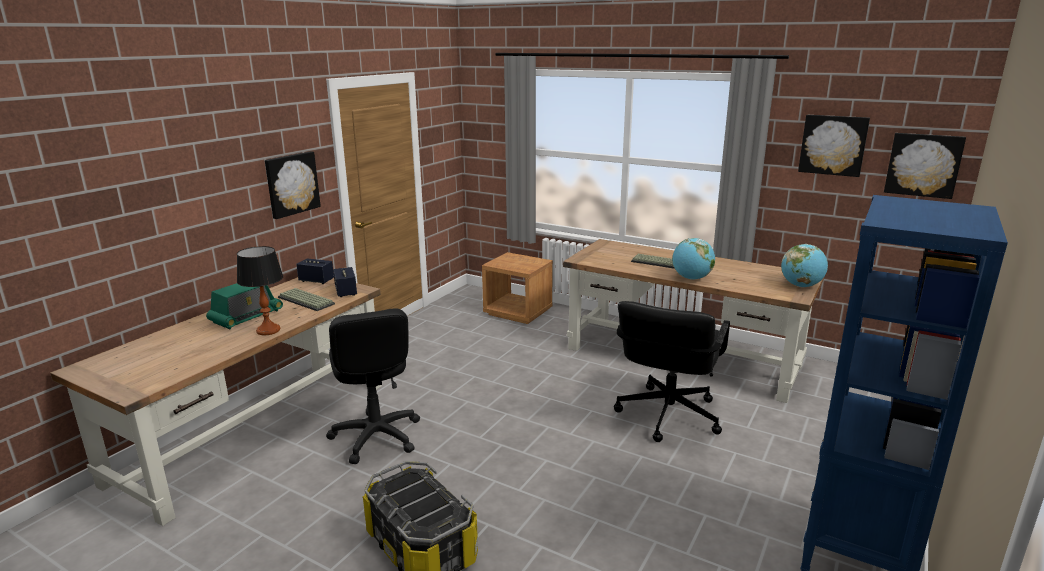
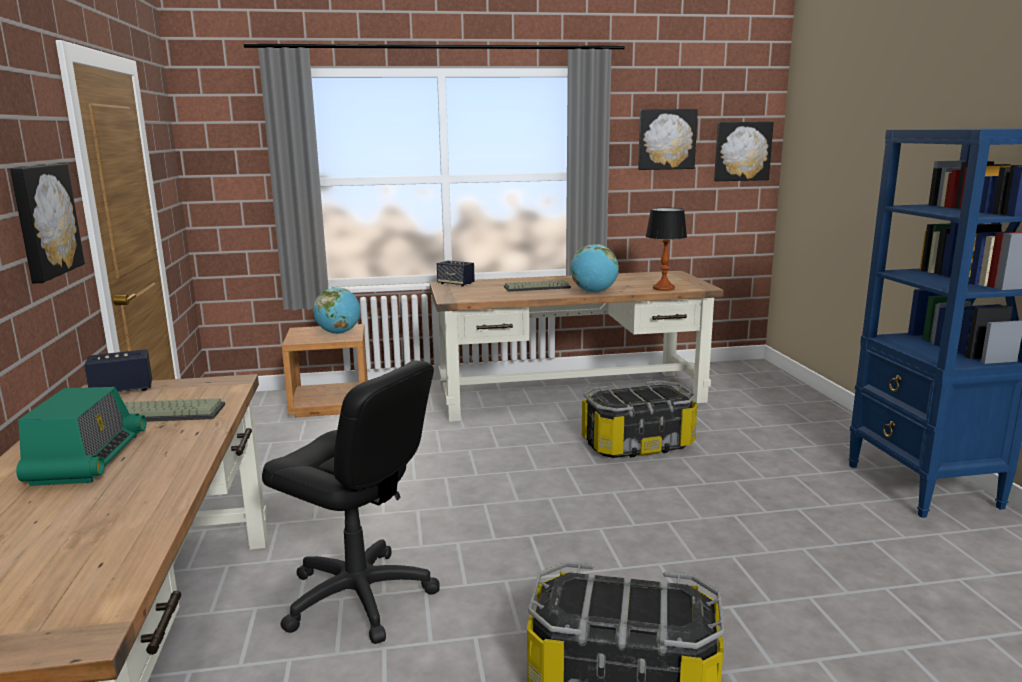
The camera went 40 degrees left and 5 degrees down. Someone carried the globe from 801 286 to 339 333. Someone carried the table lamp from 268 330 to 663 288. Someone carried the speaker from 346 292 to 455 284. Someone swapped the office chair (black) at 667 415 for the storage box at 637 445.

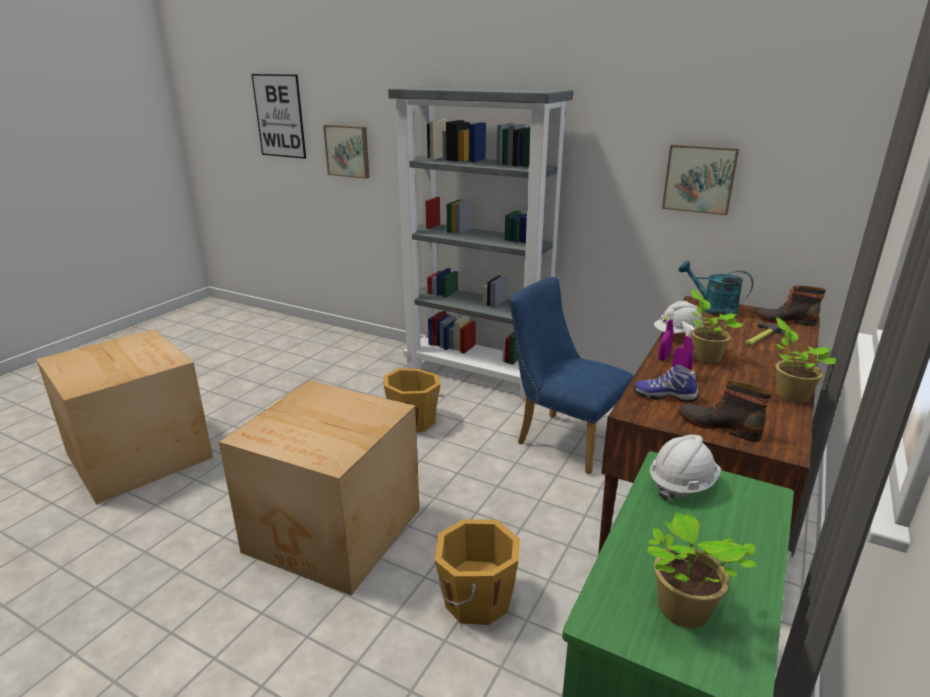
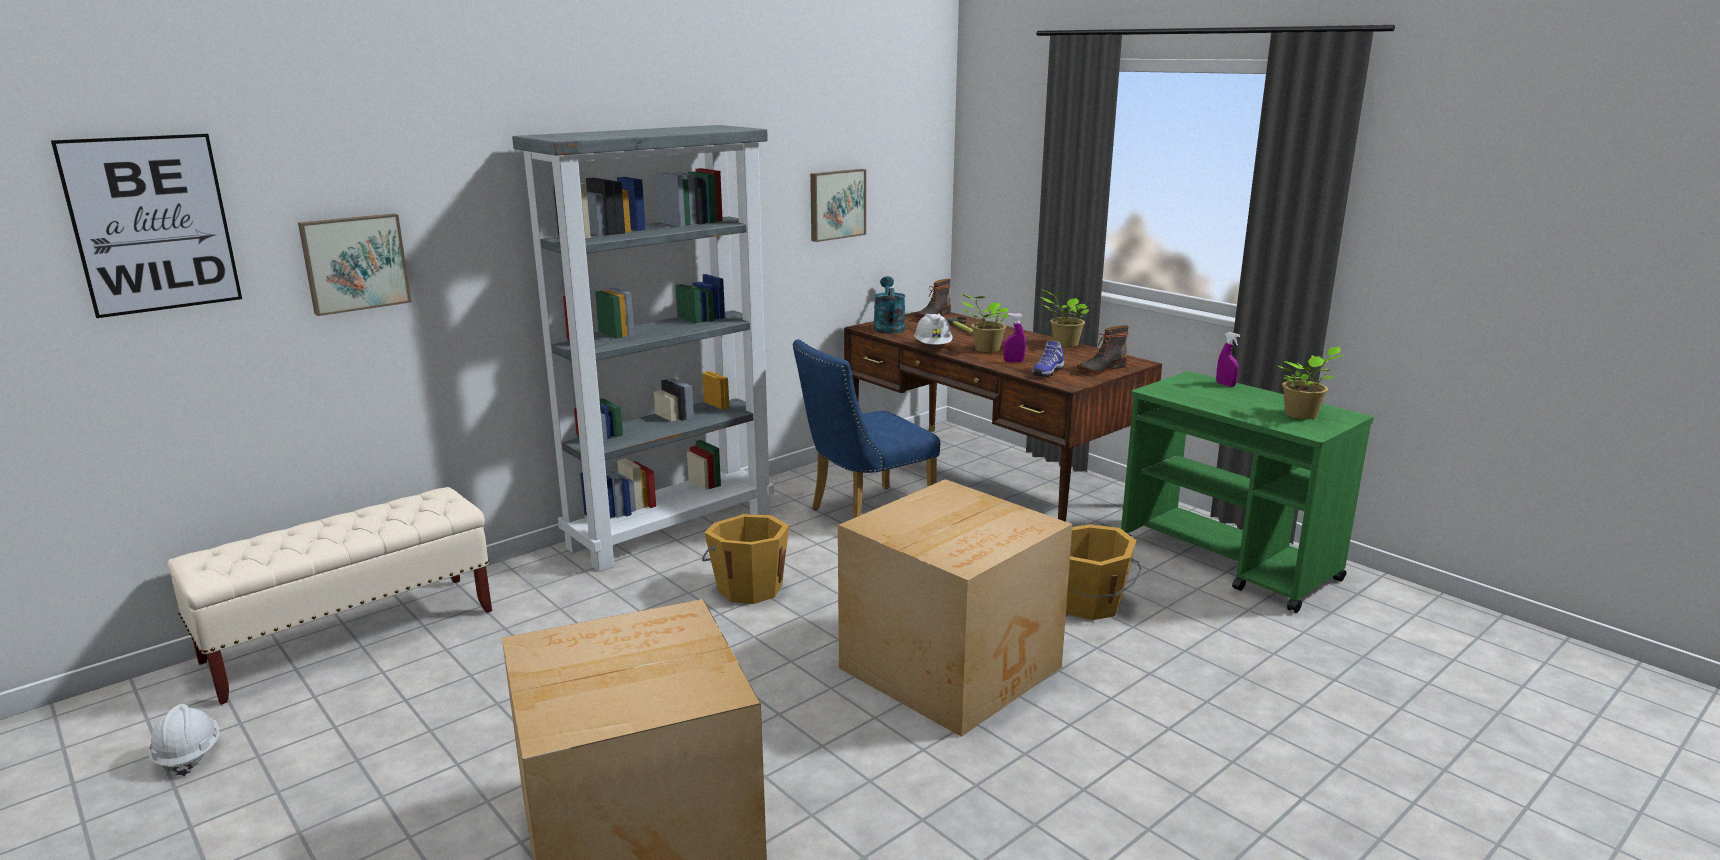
The camera went 70 degrees left and 5 degrees down. Someone rotated the watering can (turquoise) at 712 309 by 120 degrees clockwise. Someone carried the spray bottle (purple) from 664 358 to 1225 384. Someone carried the hard hat (white) from 682 484 to 188 755. Someone put down the bench (beige) at 352 636.

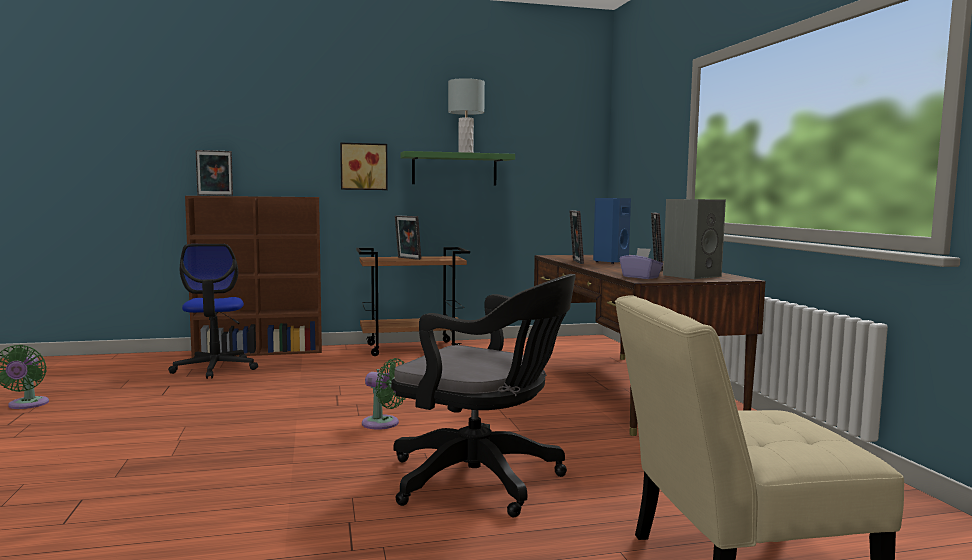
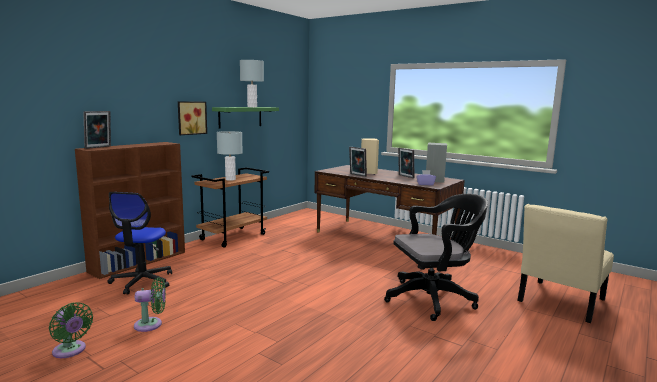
The camera went 40 degrees left and 5 degrees up. Someone repainted the speaker (blue) at 609 262, which became the speaker (beige) at 368 173. Someone swapped the picture frame at 407 258 for the table lamp (grey) at 230 179. Someone rotated the office chair at 215 368 by 60 degrees clockwise. Someone carried the fan (green) from 384 424 to 151 324.

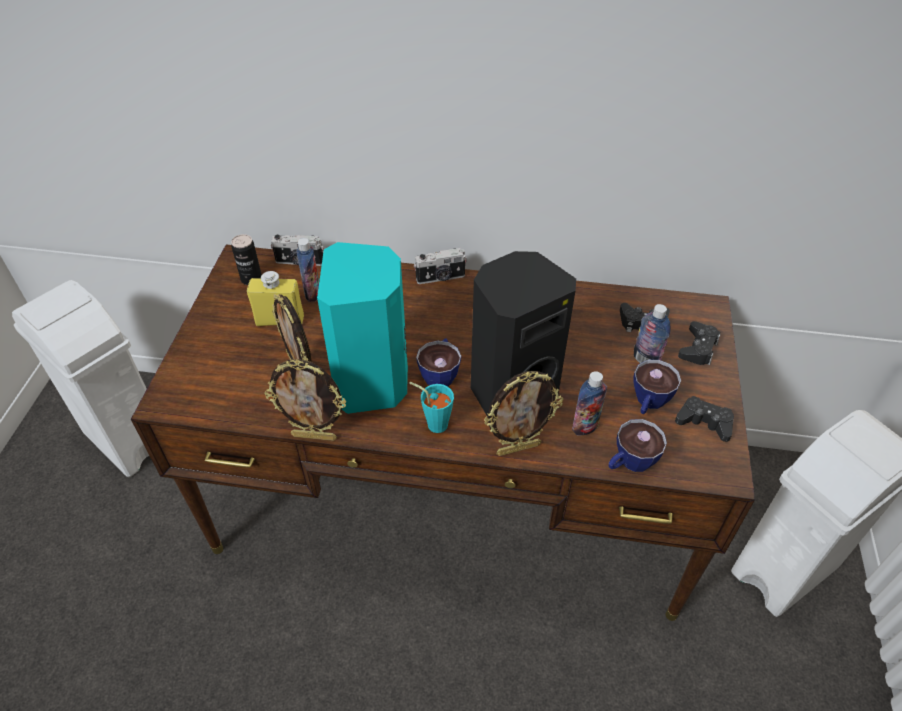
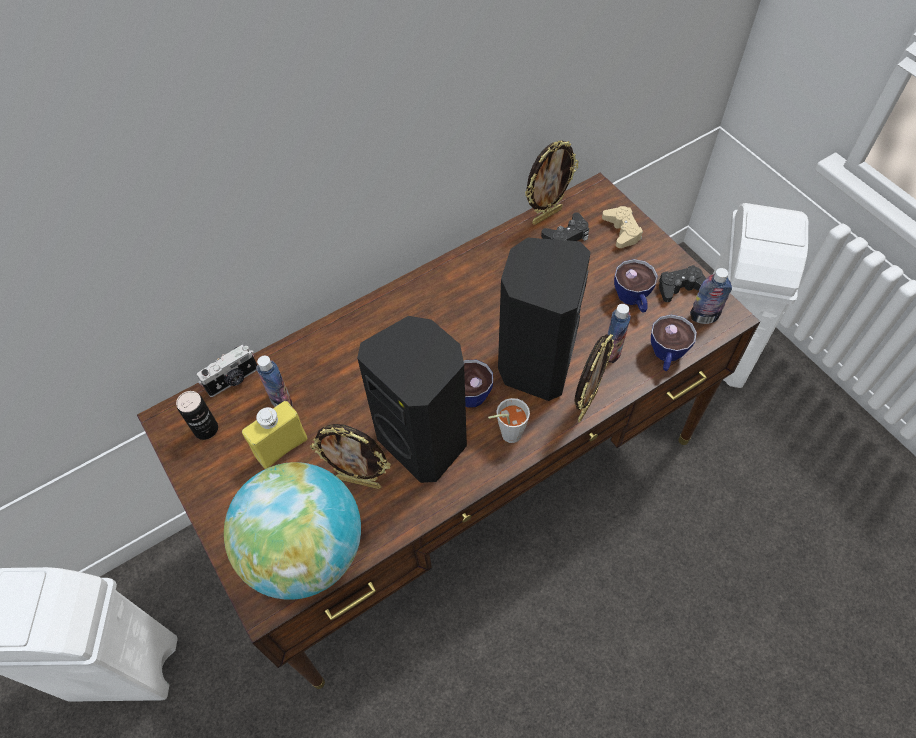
The camera went 40 degrees left and 10 degrees up. Someone repainted the speaker (turquoise) at 373 383, which became the speaker (black) at 425 440. Someone took away the photo camera at 441 278. Someone carried the bottle from 646 359 to 703 317. Someone repainted the game controller (black) at 698 348, which became the game controller (beige) at 622 230. Someone carried the picture frame from 315 436 to 546 215. Someone repainted the cup (turquoise) at 433 423, which became the cup (grey) at 506 435. Someone put down the globe at 306 551.

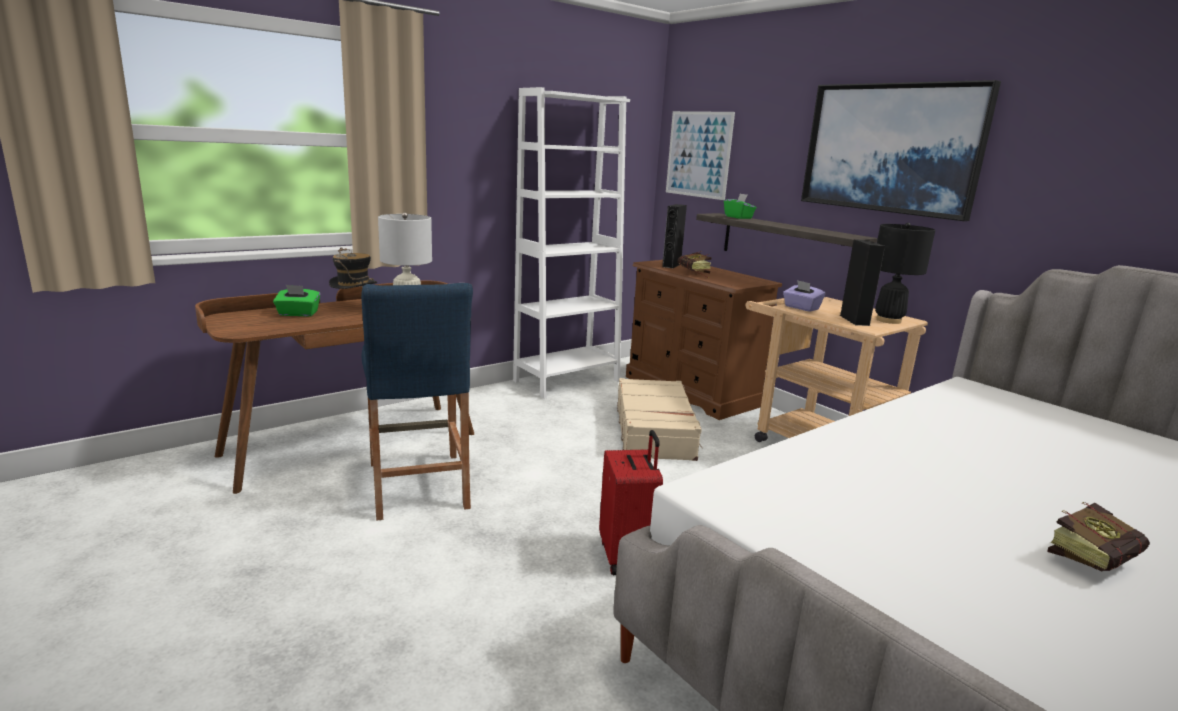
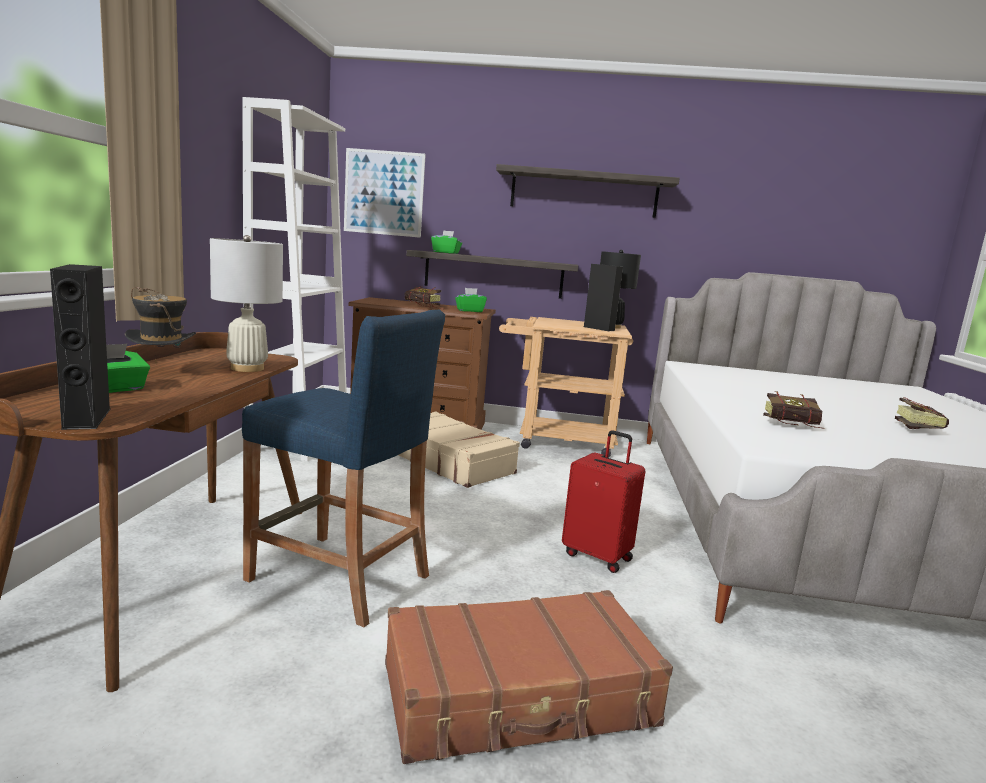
The camera went 45 degrees left and 5 degrees down. Someone swapped the picture at 891 148 for the shelf at 584 193. Someone carried the speaker (black) from 671 265 to 87 418. Someone took away the tissue box (purple) at 801 308. Someone put down the tissue box (green) at 469 311. Someone put down the book at 795 427. Someone put down the suitcase (brown) at 519 696.

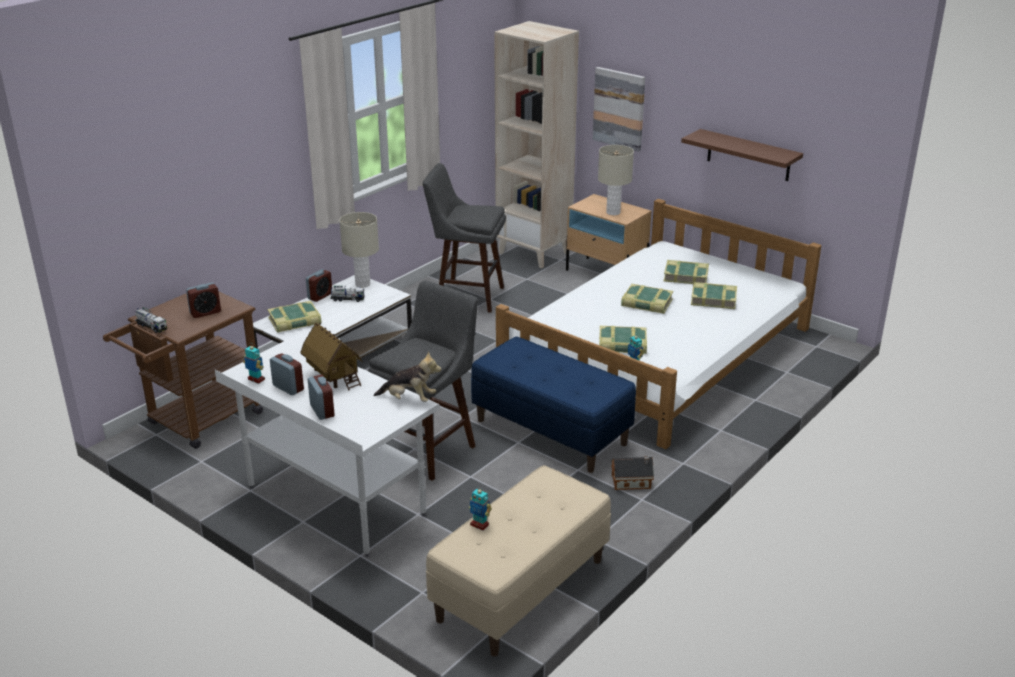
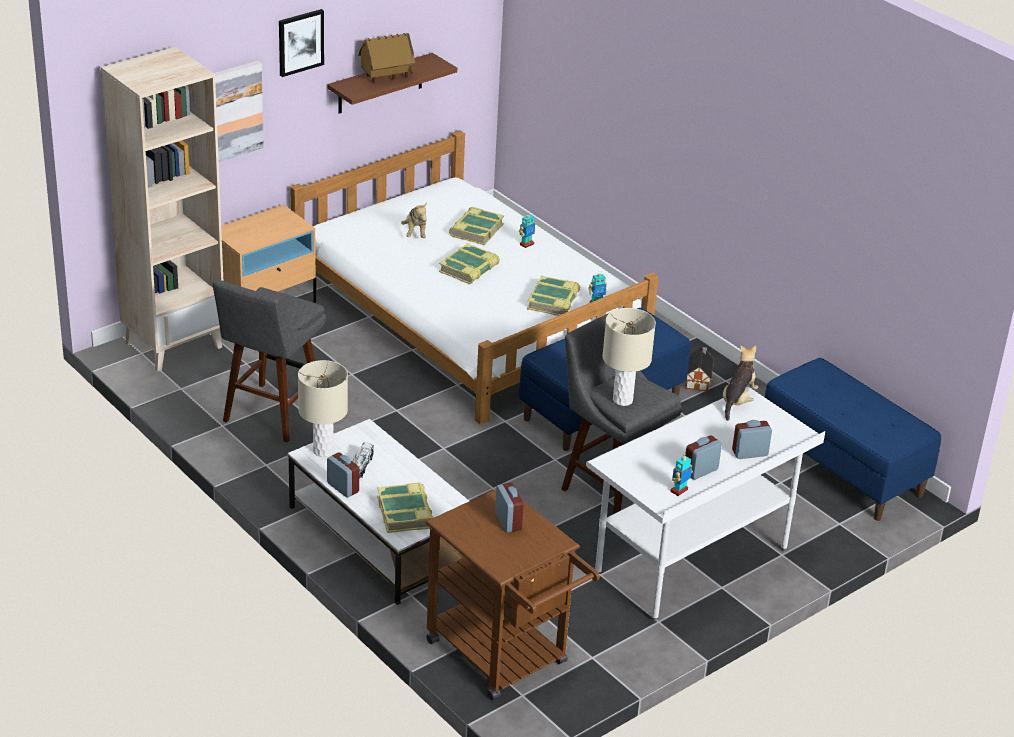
The camera went 80 degrees left and 5 degrees up. Someone carried the table lamp (beige) from 613 212 to 622 400. Someone swapped the book at 686 276 for the plush toy at 415 233. Someone took away the toy truck at 151 327. Someone carried the toy house from 333 376 to 386 77. Someone repainted the bench (beige) at 521 590, which became the bench (blue) at 843 469. Someone carried the toy robot from 479 524 to 526 244. Someone put up the picture at 300 42.

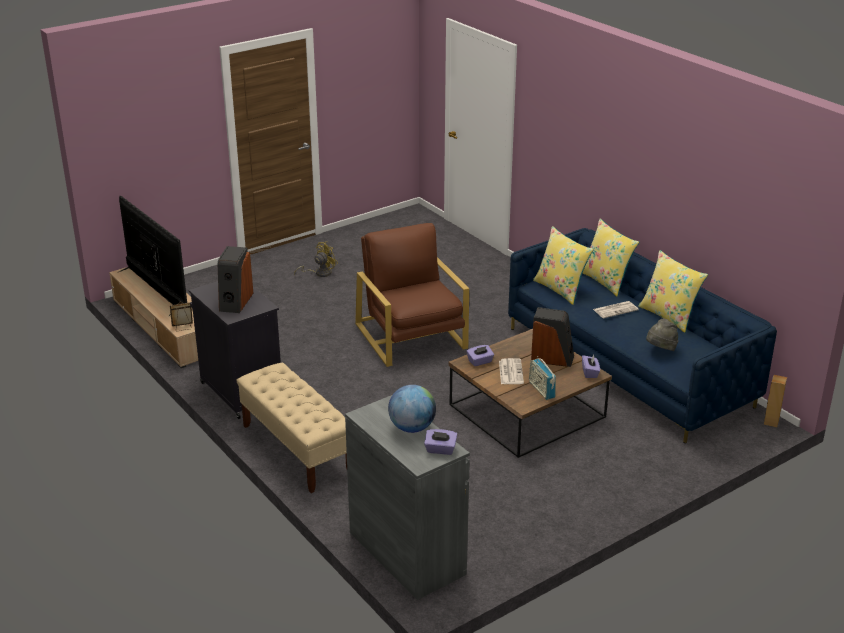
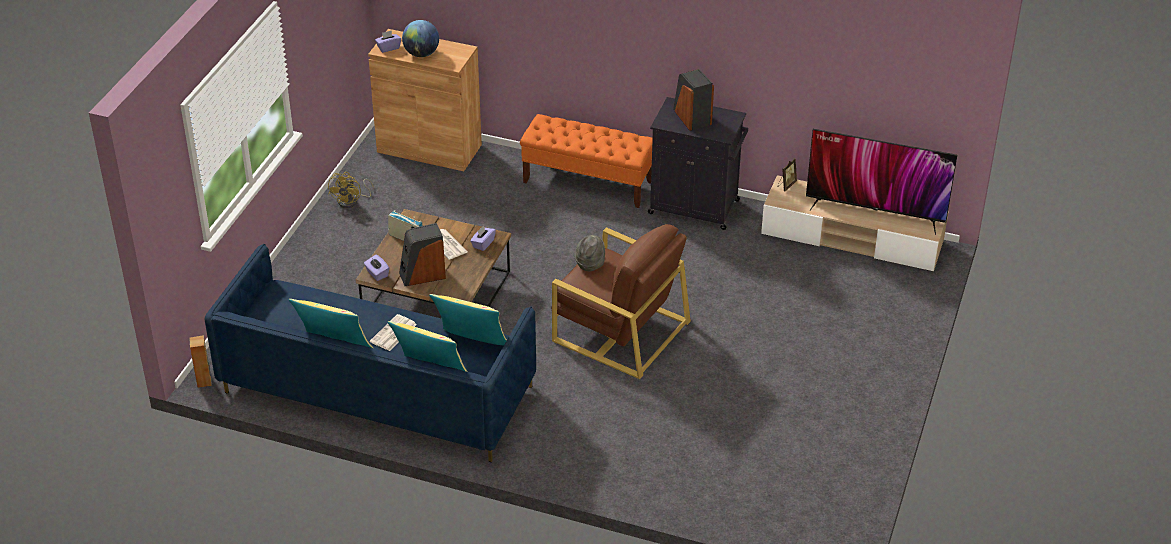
The camera went 145 degrees right and 10 degrees up. Someone carried the fan (yellow) from 319 273 to 351 201. Someone carried the hat (grey) from 661 349 to 590 263. Someone repainted the bench (beige) at 297 449, which became the bench (orange) at 588 182. Someone repainted the cabinet (grey) at 406 553, which became the cabinet (brown) at 429 148.

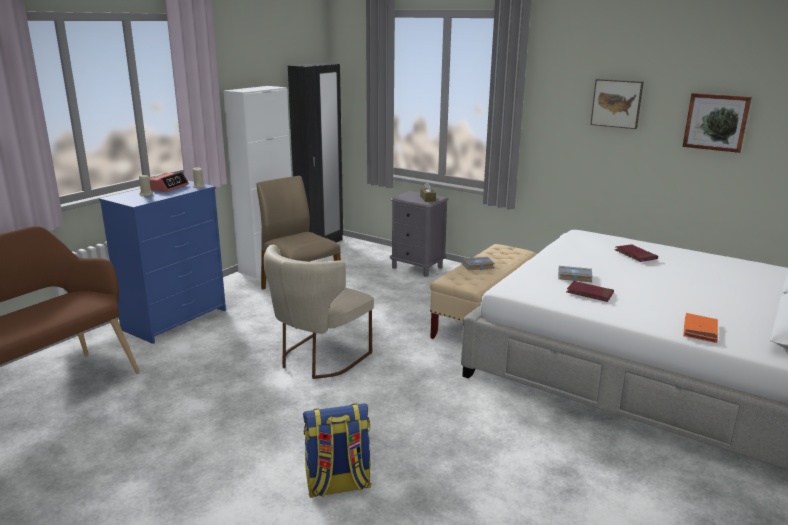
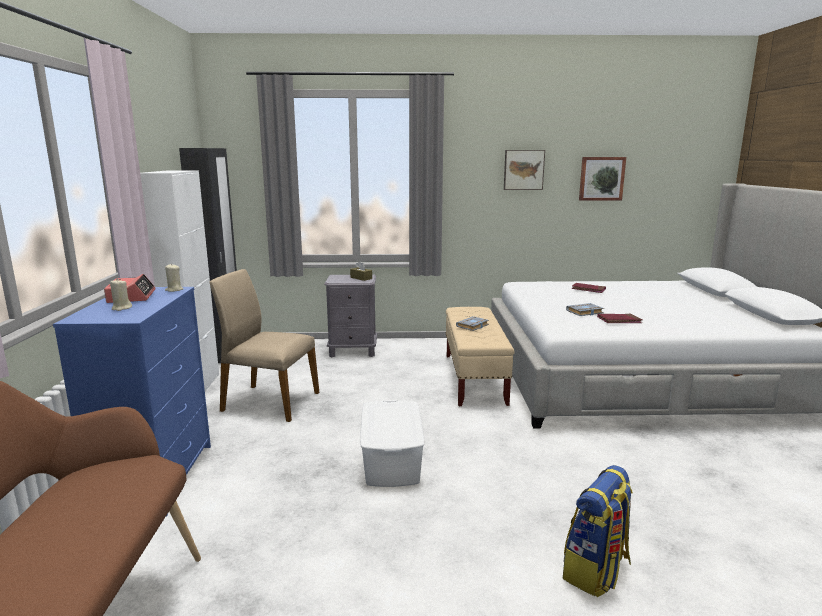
The camera went 35 degrees left and 5 degrees down. Someone swapped the chair (beige) at 318 359 for the storage box (white) at 391 460. Someone took away the book (orange) at 700 330.

